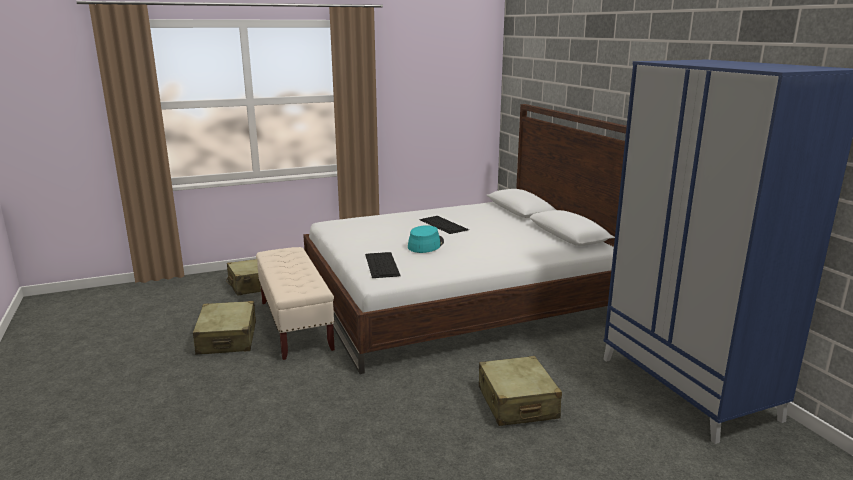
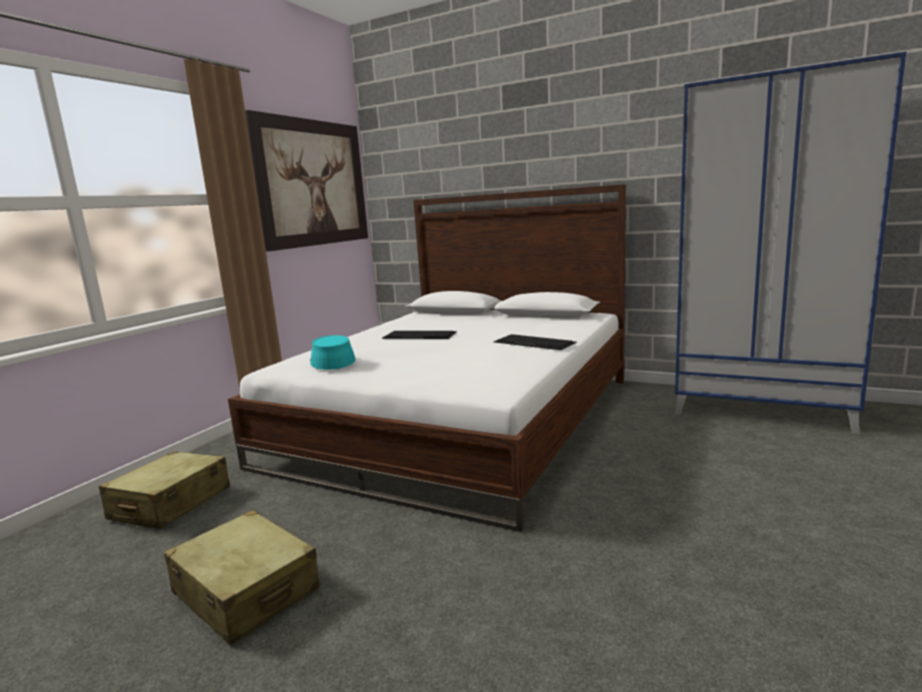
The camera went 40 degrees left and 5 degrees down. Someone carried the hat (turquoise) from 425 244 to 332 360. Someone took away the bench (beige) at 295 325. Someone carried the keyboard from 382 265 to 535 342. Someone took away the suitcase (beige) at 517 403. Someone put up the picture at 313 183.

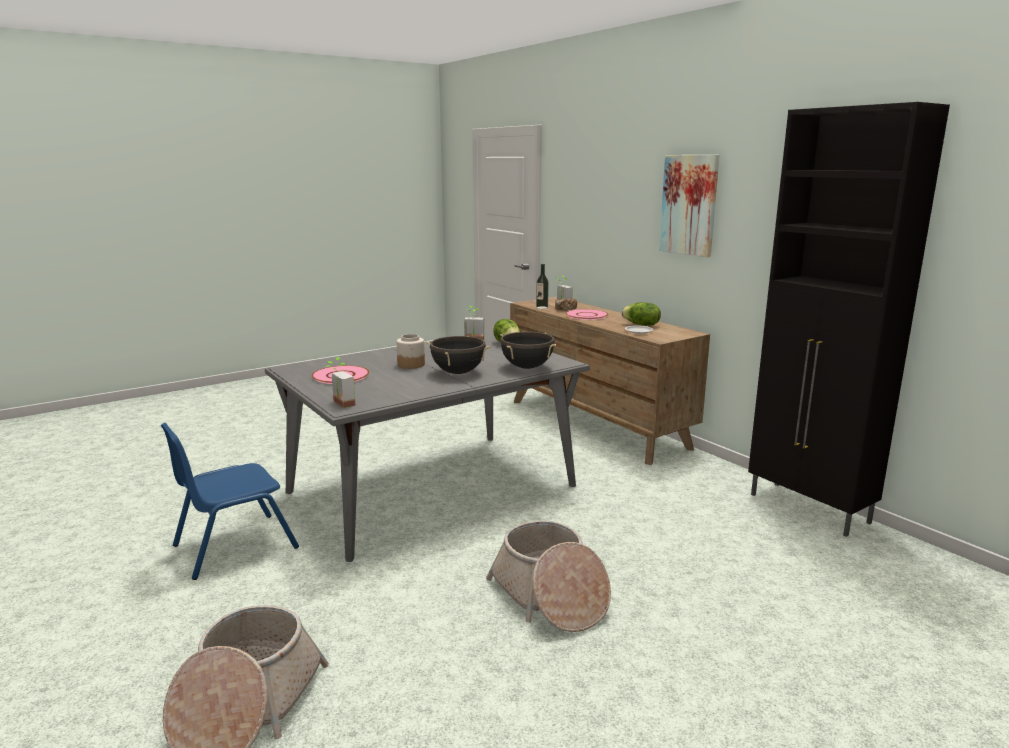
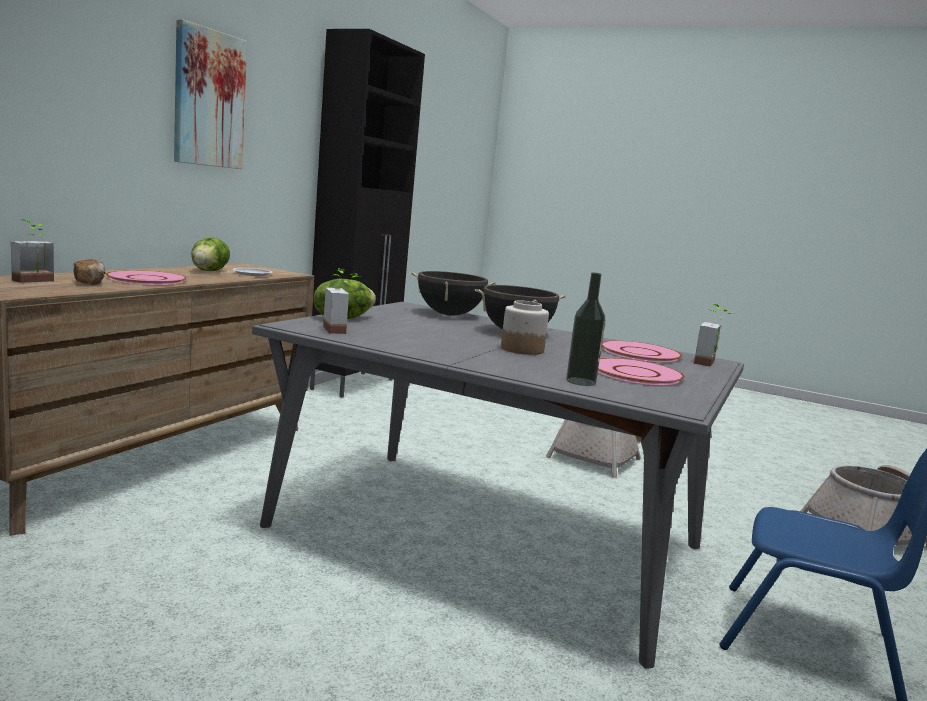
The camera went 120 degrees left and 5 degrees down. Someone carried the bottle from 542 307 to 581 382. Someone put down the plate (pink) at 640 353.

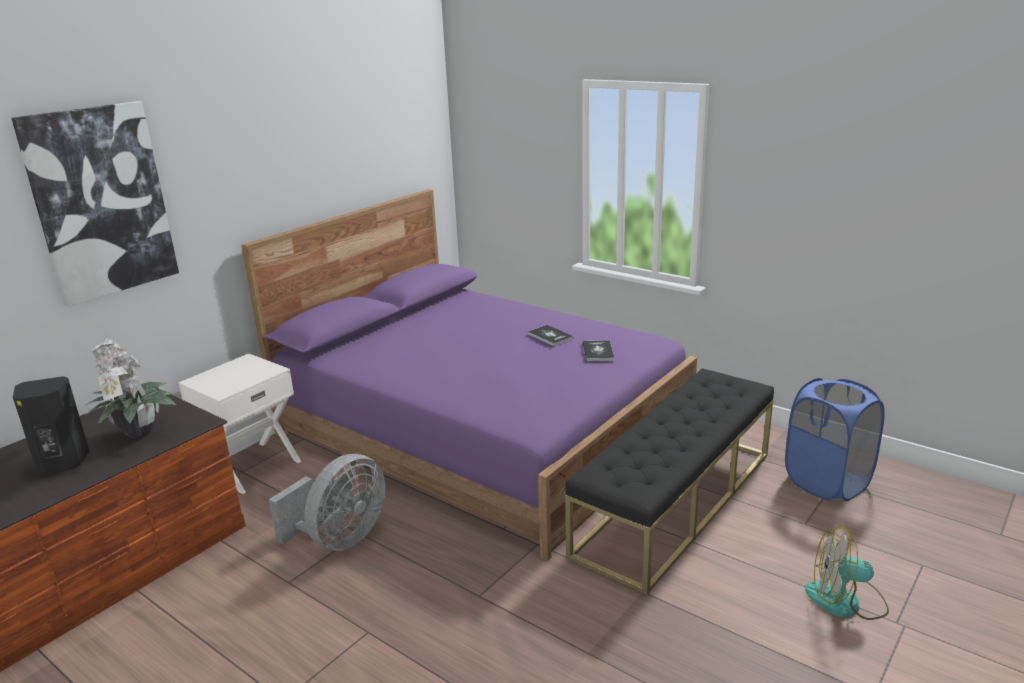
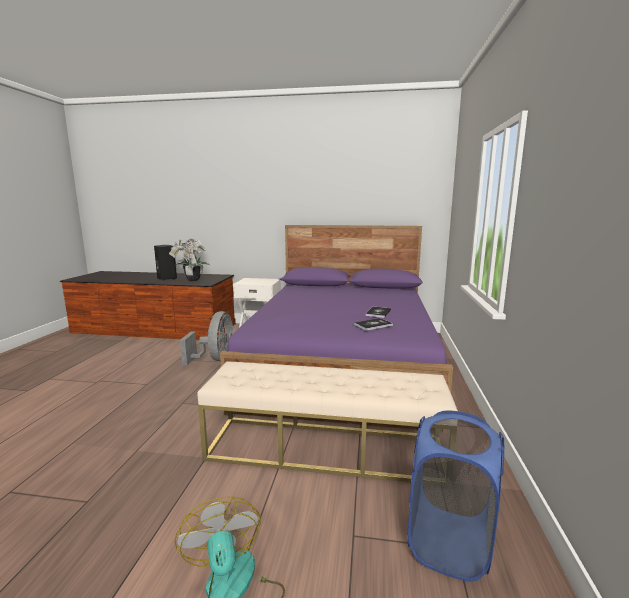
The camera went 60 degrees right and 10 degrees down. Someone took away the picture at 101 202. Someone repainted the bench (black) at 675 502, which became the bench (beige) at 326 448. Someone rotated the fan (grey) at 340 539 by 90 degrees counterclockwise.

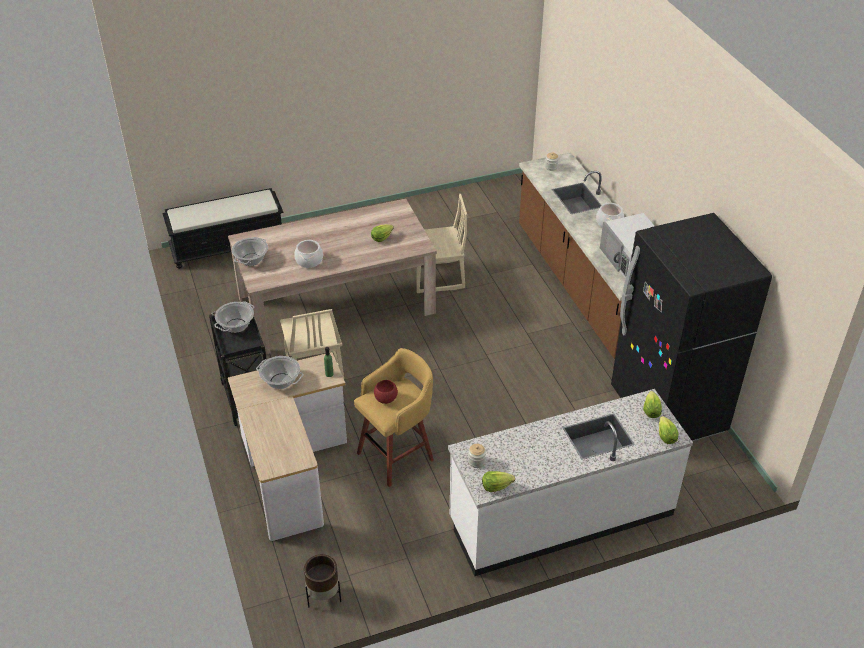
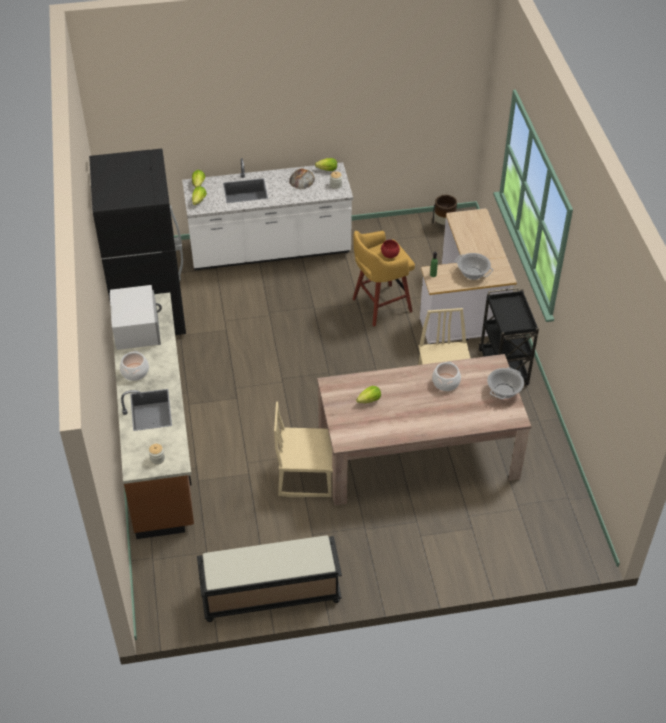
The camera went 170 degrees left and 5 degrees up. Someone carried the bench (black) from 229 246 to 270 595. Someone took away the cooking pot at 236 325. Someone put down the bread at 302 179.

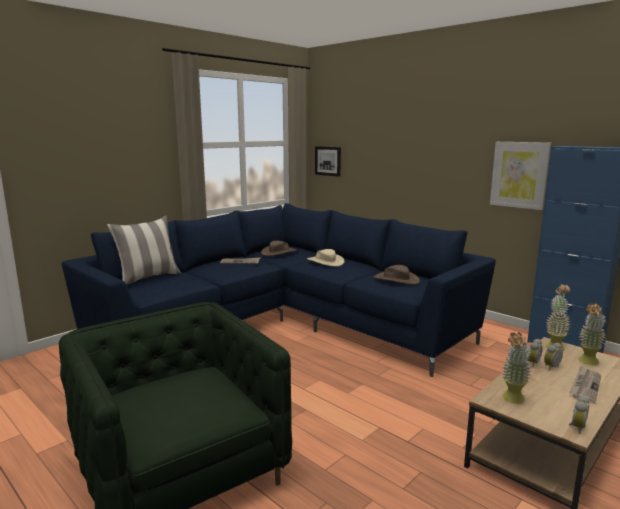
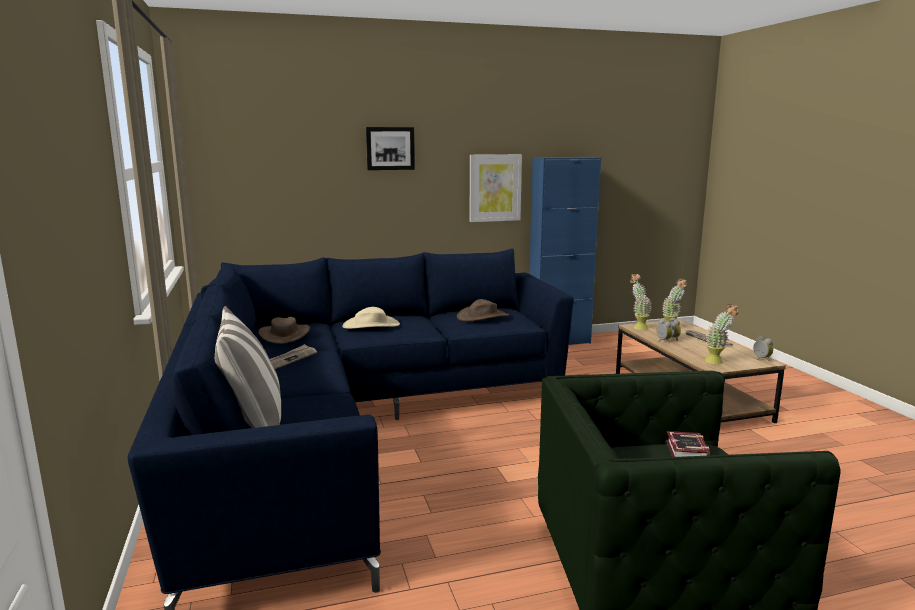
The camera went 60 degrees left and 0 degrees up. Someone carried the picture from 328 161 to 390 148. Someone put down the book at 685 452.

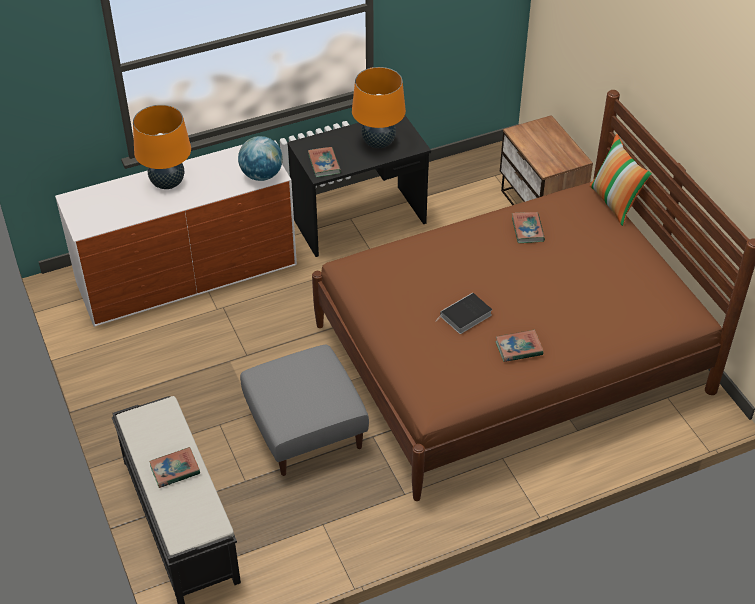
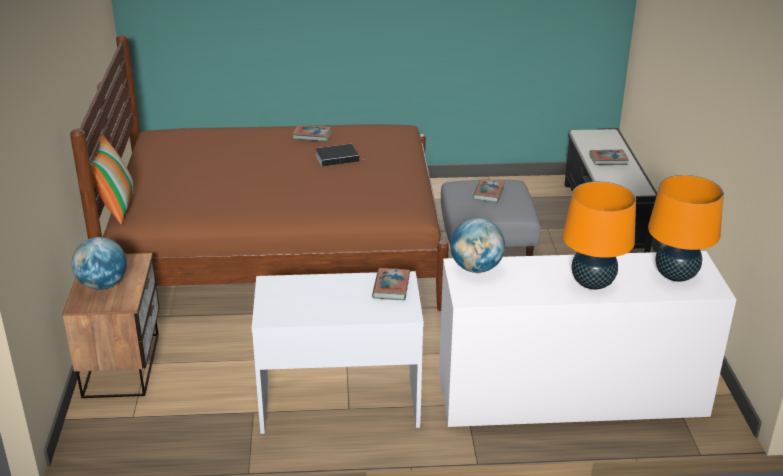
The camera went 160 degrees left and 15 degrees down. Someone carried the table lamp (orange) from 378 142 to 675 275. Someone repainted the desk (black) at 360 221, which became the desk (white) at 339 402. Someone carried the book from 527 230 to 488 193. Someone put down the globe at 103 285.

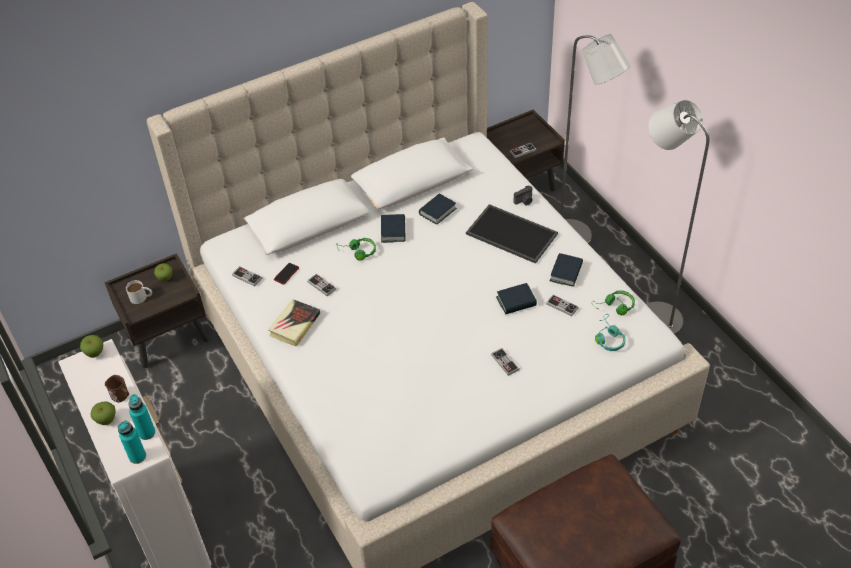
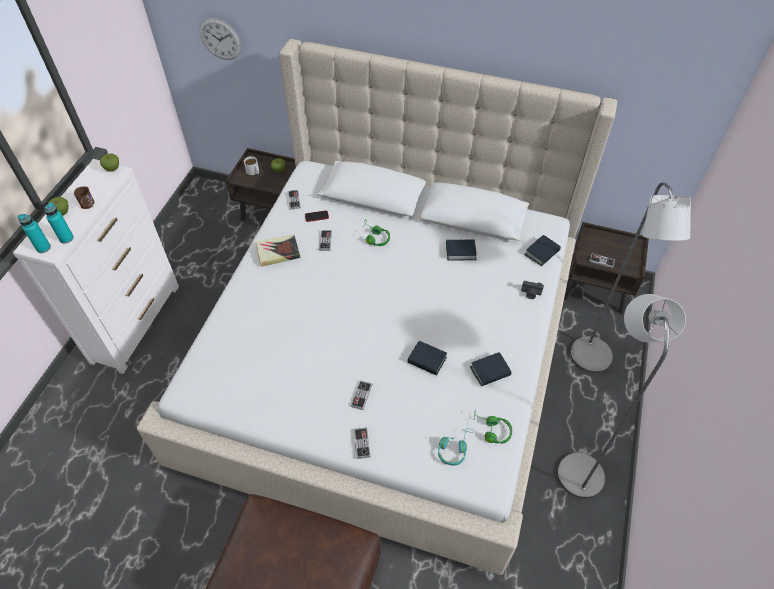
The camera went 45 degrees right and 5 degrees up. Someone took away the tray at 510 234. Someone carried the book from 393 231 to 542 253. Someone carried the game controller from 562 306 to 362 443. Someone put up the wall clock at 220 39.

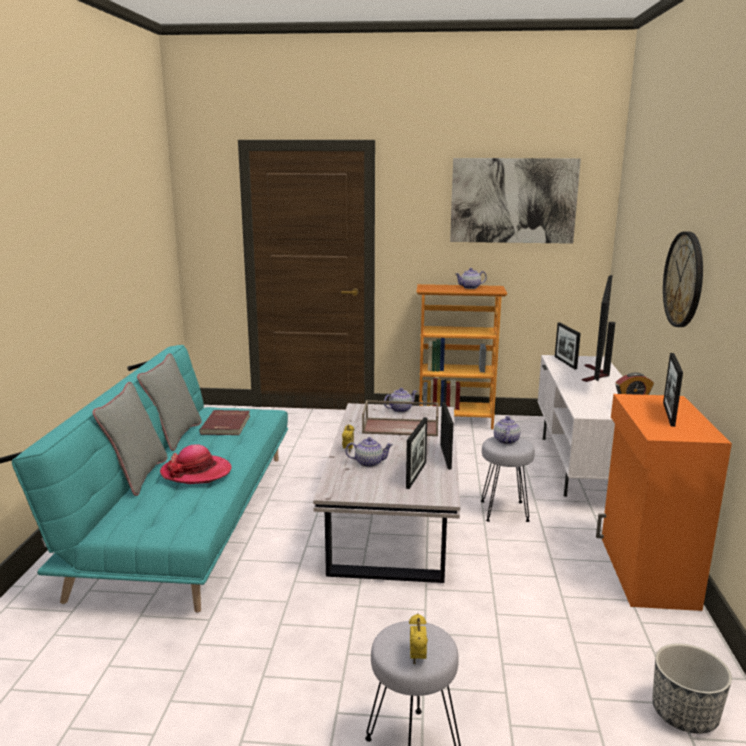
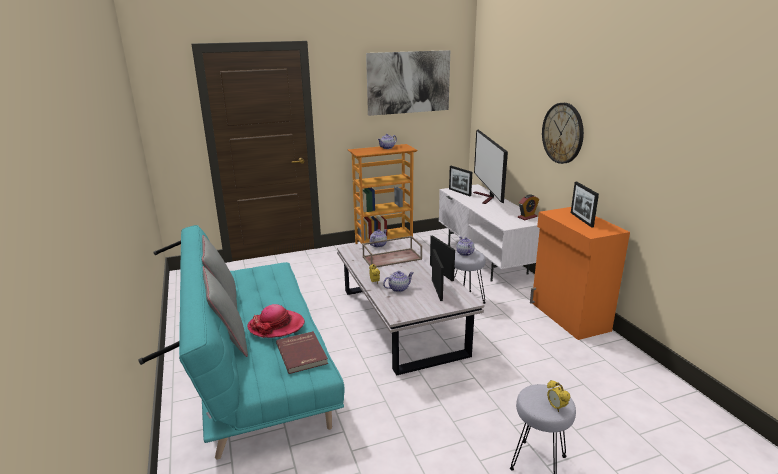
The camera went 25 degrees left and 5 degrees up. Someone carried the book (red) from 227 425 to 303 353. Someone took away the planter at 685 714.

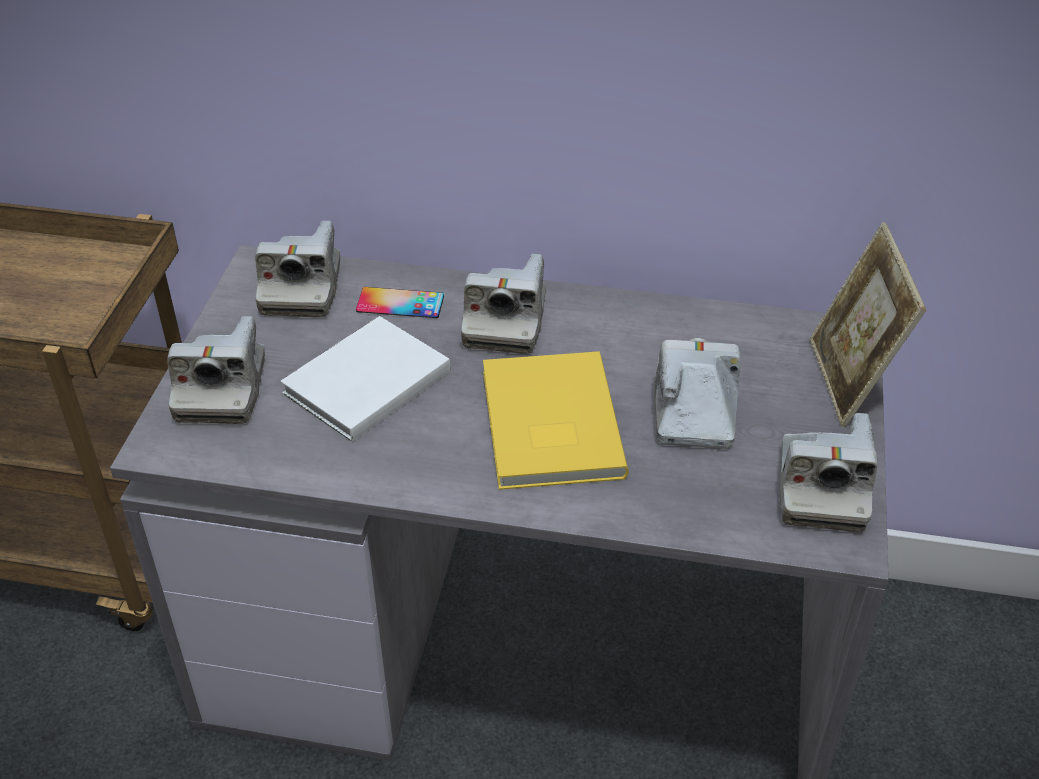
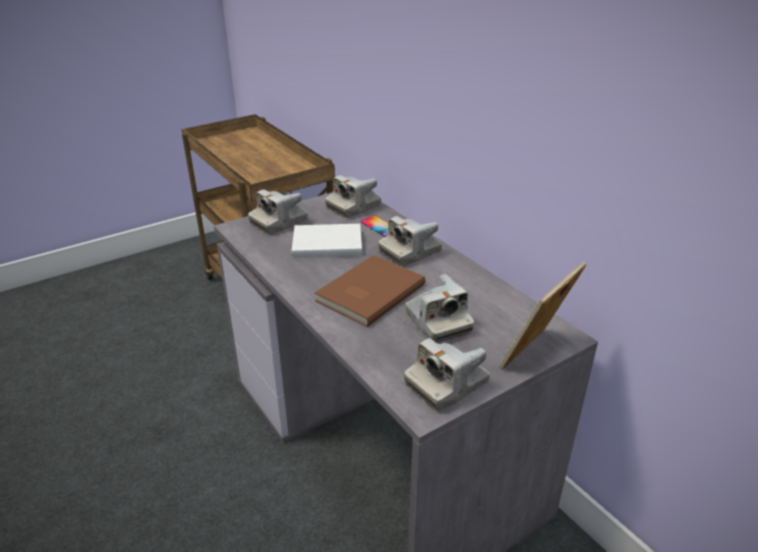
The camera went 45 degrees right and 10 degrees down. Someone rotated the photo camera at 694 411 by 105 degrees clockwise. Someone repainted the book (yellow) at 547 426, which became the book (brown) at 367 292.

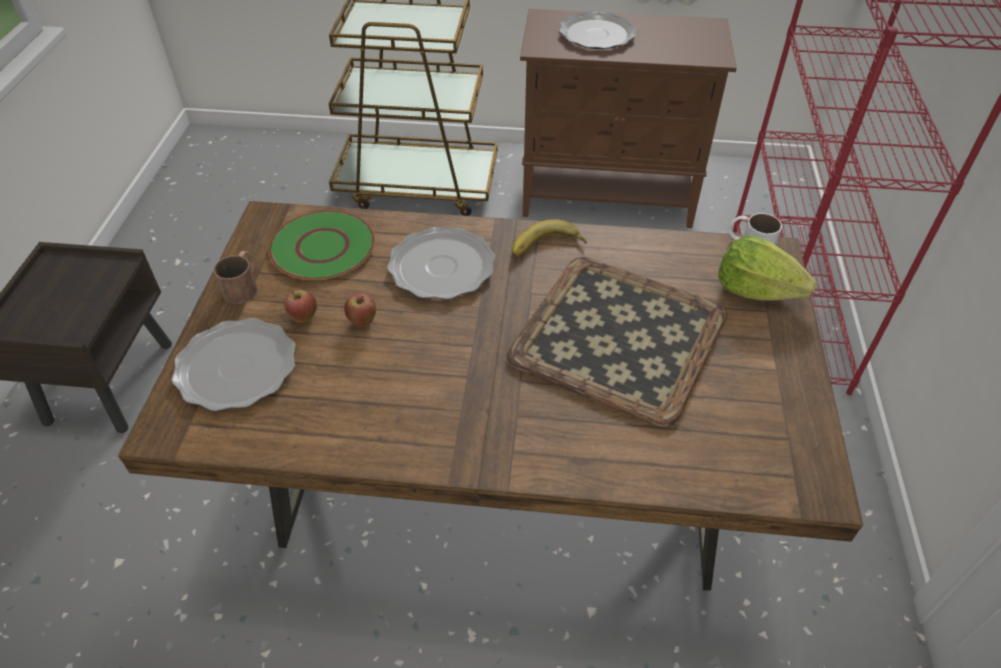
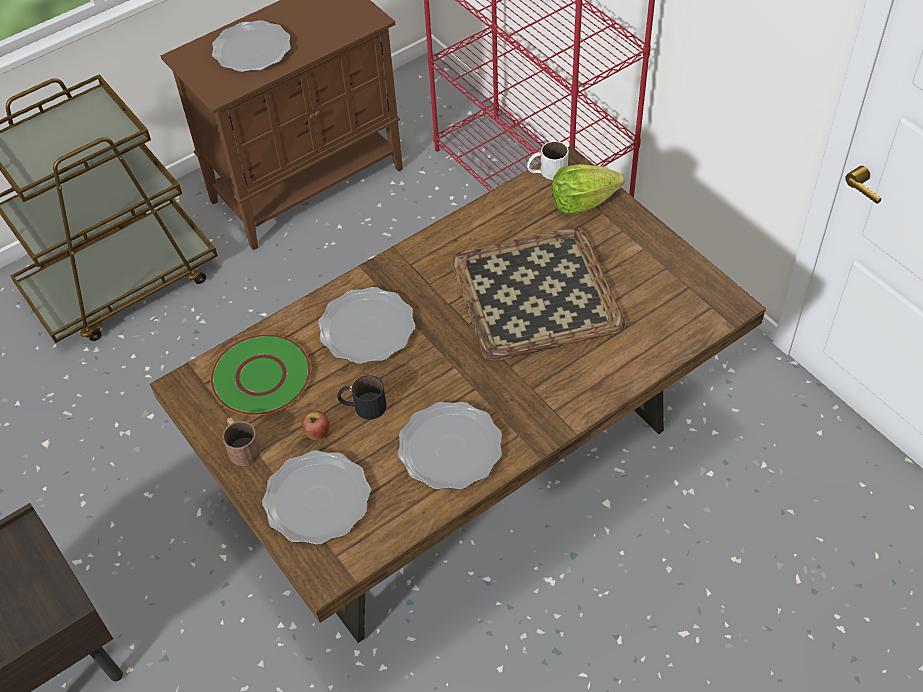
The camera went 40 degrees left and 5 degrees up. Someone took away the banana at 547 248. Someone swapped the apple at 362 322 for the mug (black) at 362 406. Someone put down the plate at 450 449.

